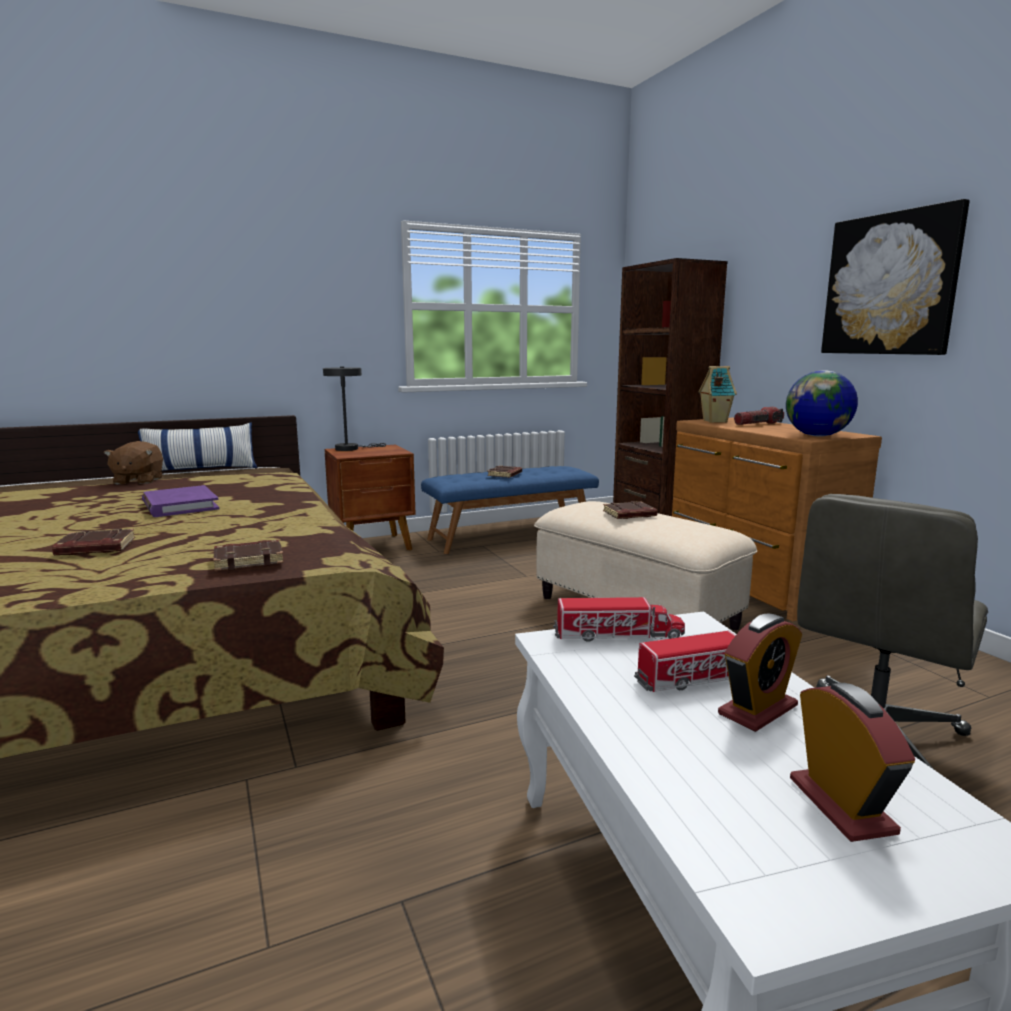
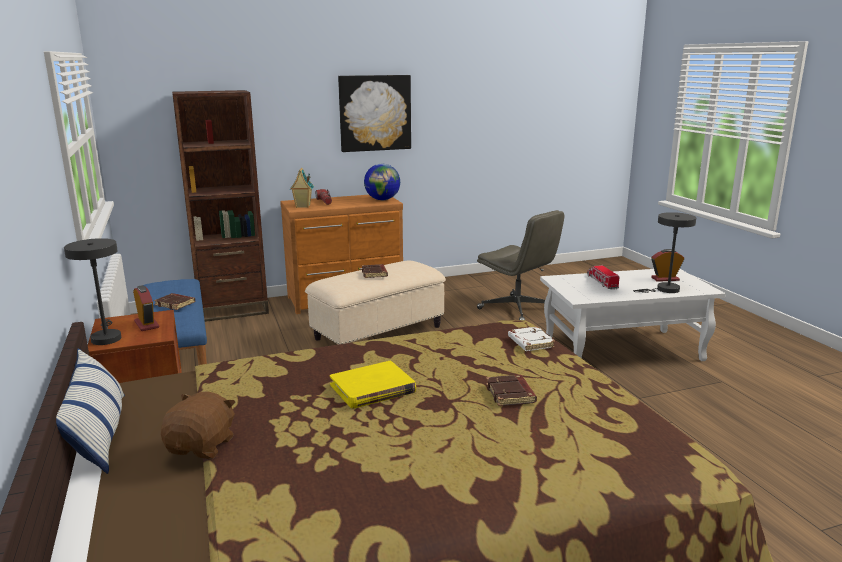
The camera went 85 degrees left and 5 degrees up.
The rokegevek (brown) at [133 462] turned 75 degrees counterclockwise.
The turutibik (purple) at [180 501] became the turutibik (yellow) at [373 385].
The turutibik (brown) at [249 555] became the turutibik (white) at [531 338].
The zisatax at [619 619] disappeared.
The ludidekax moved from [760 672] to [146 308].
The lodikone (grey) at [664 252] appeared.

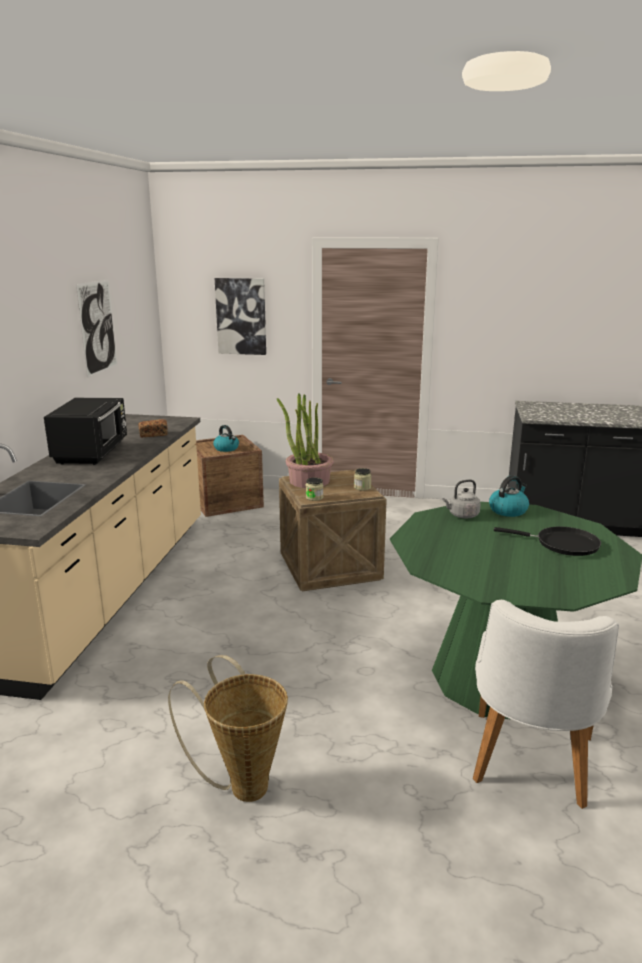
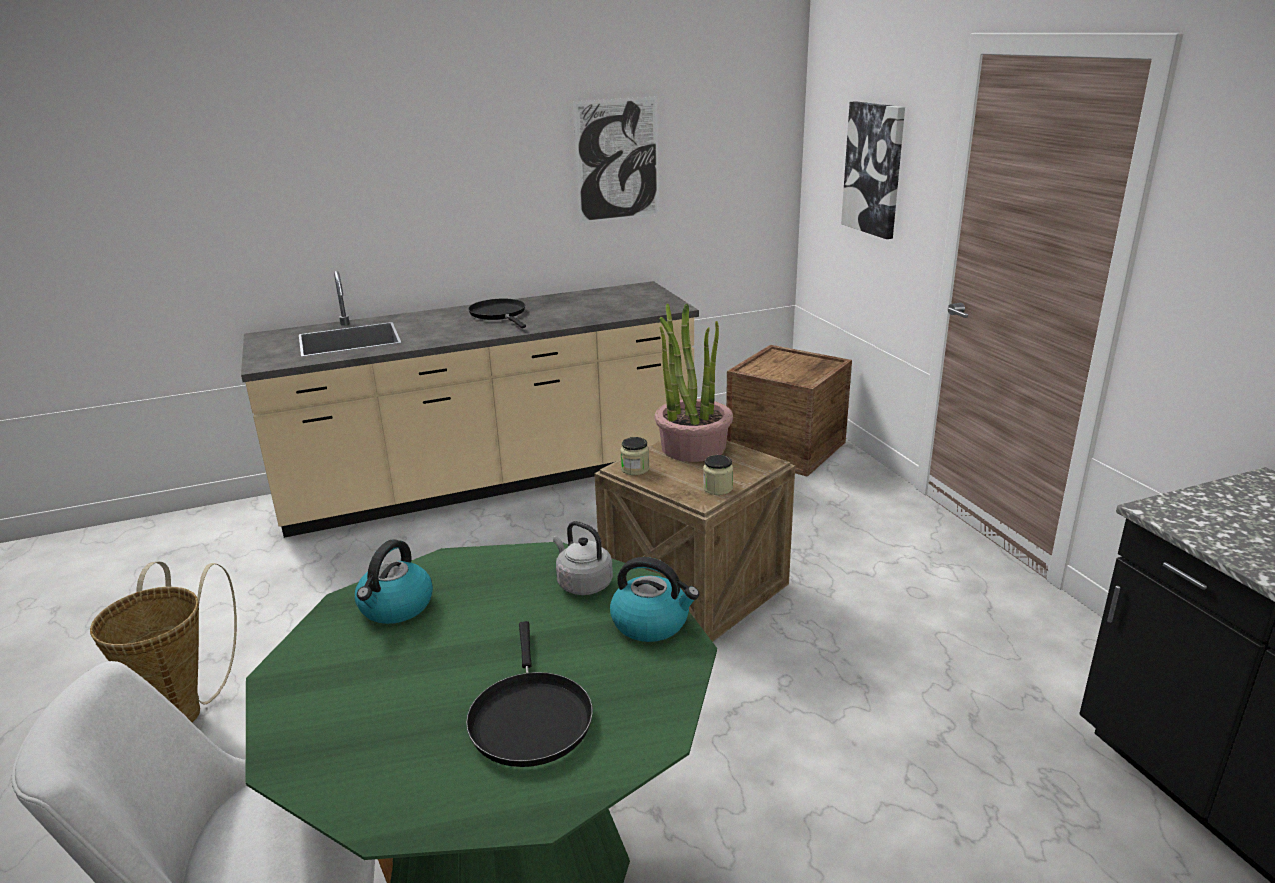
The camera went 60 degrees right and 5 degrees up.
The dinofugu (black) at [85 431] was replaced by the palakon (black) at [497 313].
The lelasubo at [153 428] disappeared.
The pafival moved from [226 438] to [394 581].

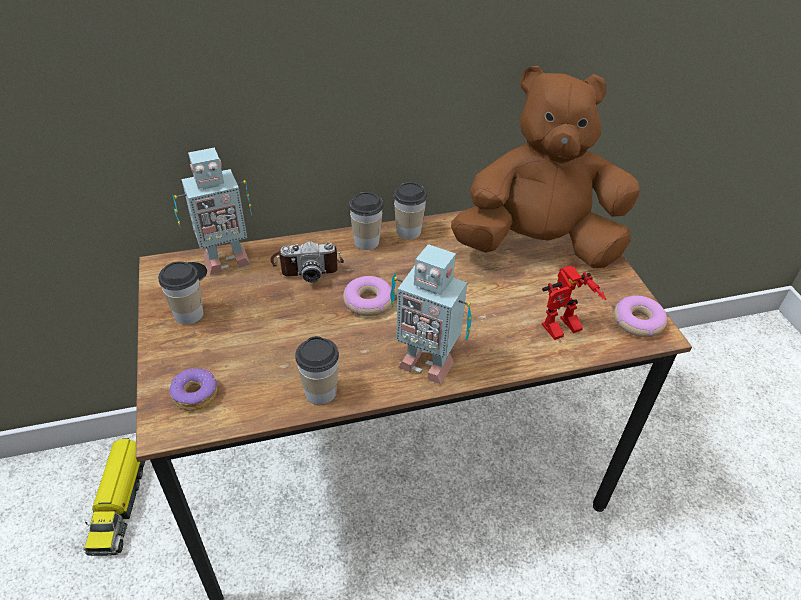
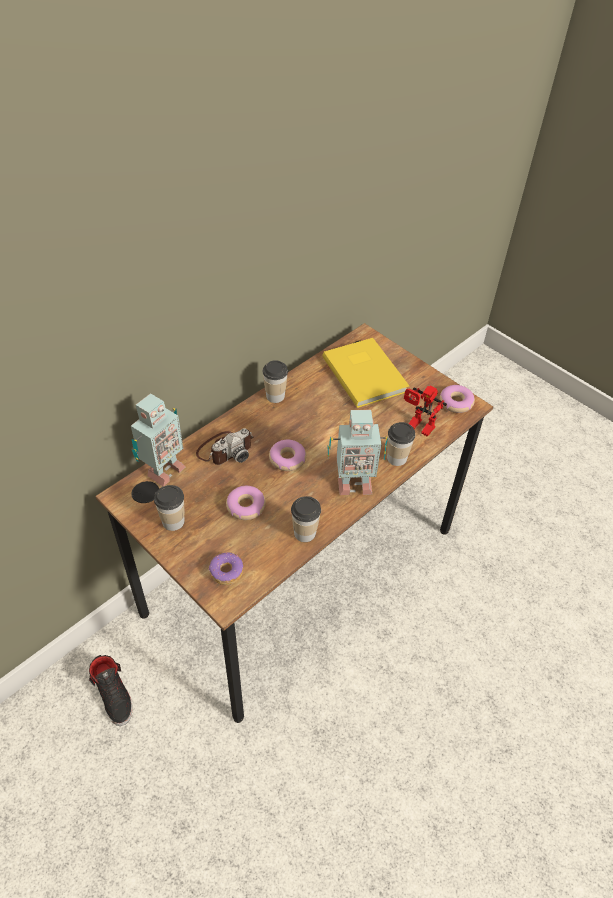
The camera went 30 degrees left and 5 degrees up.
The zisatax at [114 497] was replaced by the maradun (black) at [110 690].
The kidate moved from [366 221] to [401 444].
The rokegevek (brown) at [545 167] was replaced by the turutibik (yellow) at [366 373].
The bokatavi at [574 303] turned 90 degrees clockwise.
The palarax at [246 503] appeared.

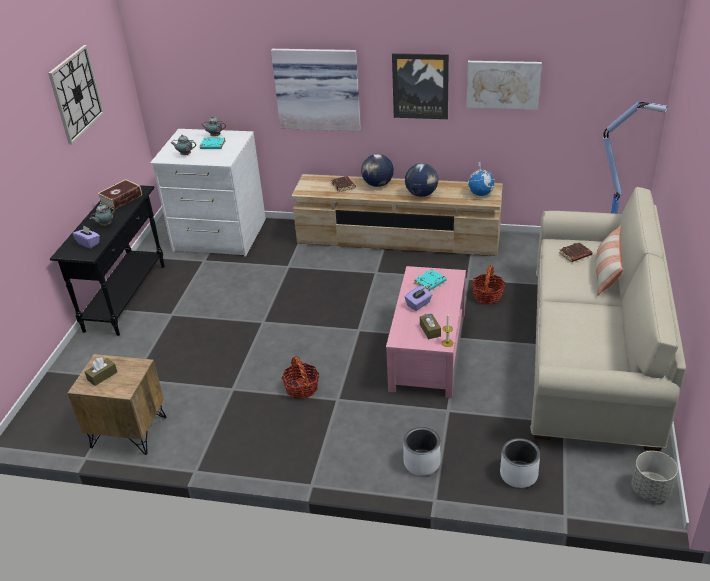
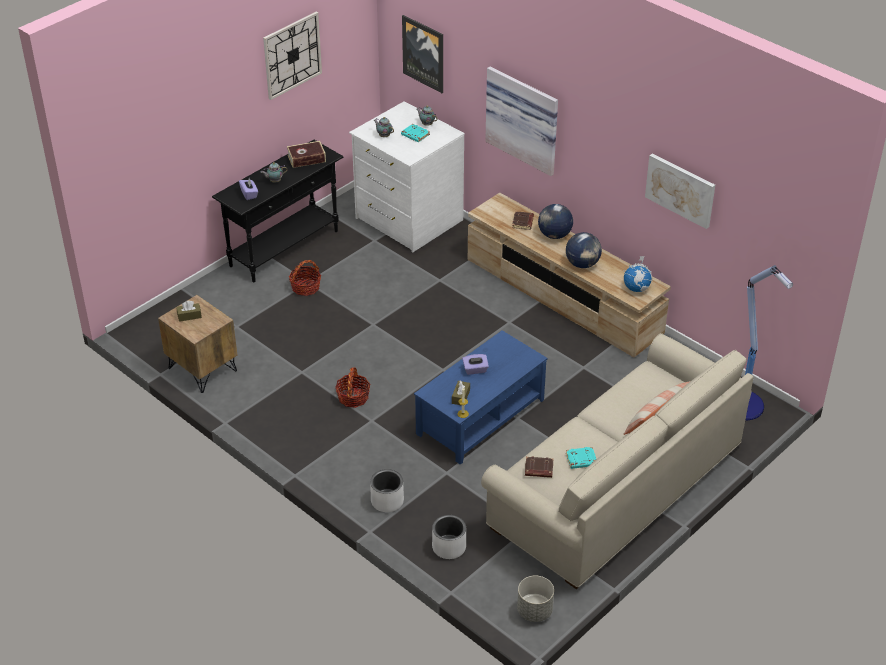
The camera went 30 degrees right and 5 degrees up.
The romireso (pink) at [426 332] became the romireso (blue) at [480 397].
The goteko moved from [420 86] to [422 54].
The turutibik (turquoise) moved from [431 280] to [581 458].
The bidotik moved from [488 284] to [305 278].
The turutibik (brown) moved from [576 252] to [539 467].

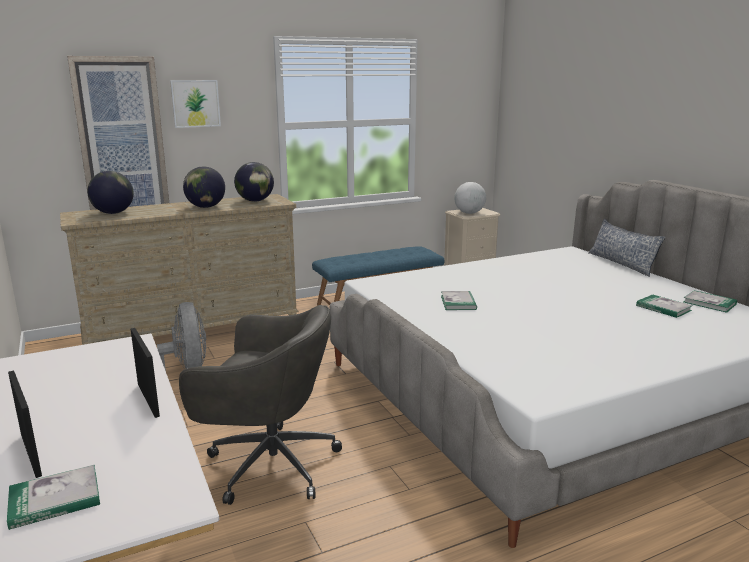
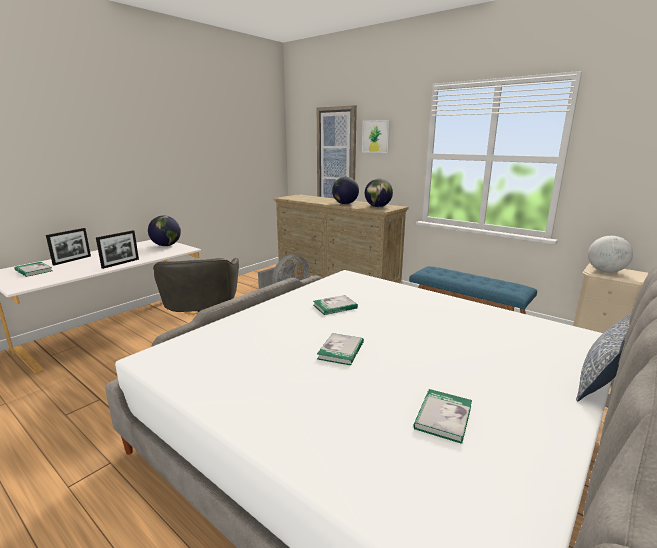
The camera went 65 degrees right and 0 degrees up.
The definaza moved from [110 192] to [164 231].
The turutibik moved from [710 301] to [340 349].

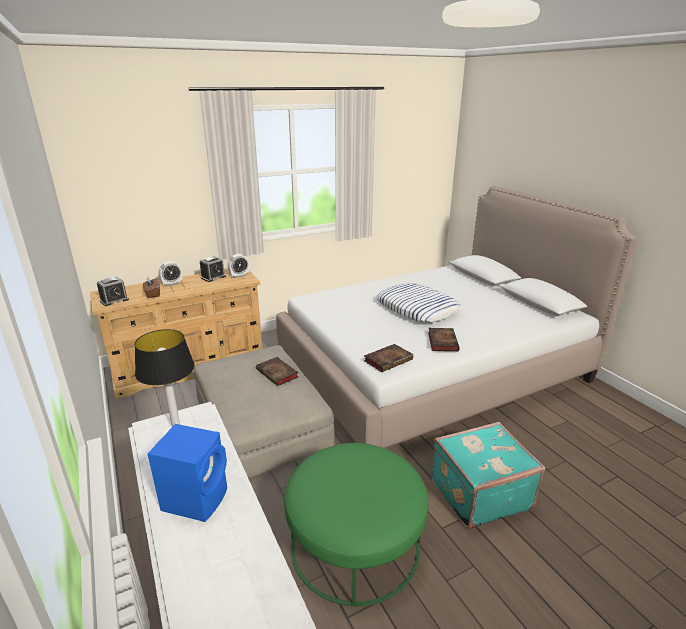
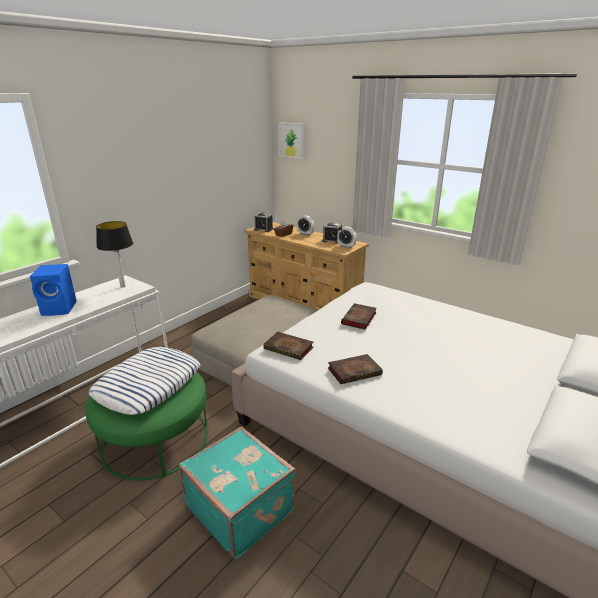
The camera went 65 degrees right and 0 degrees up.
The turutibik moved from [277 371] to [359 316].
The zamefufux moved from [418 303] to [145 381].
The goteko at [291 140] appeared.

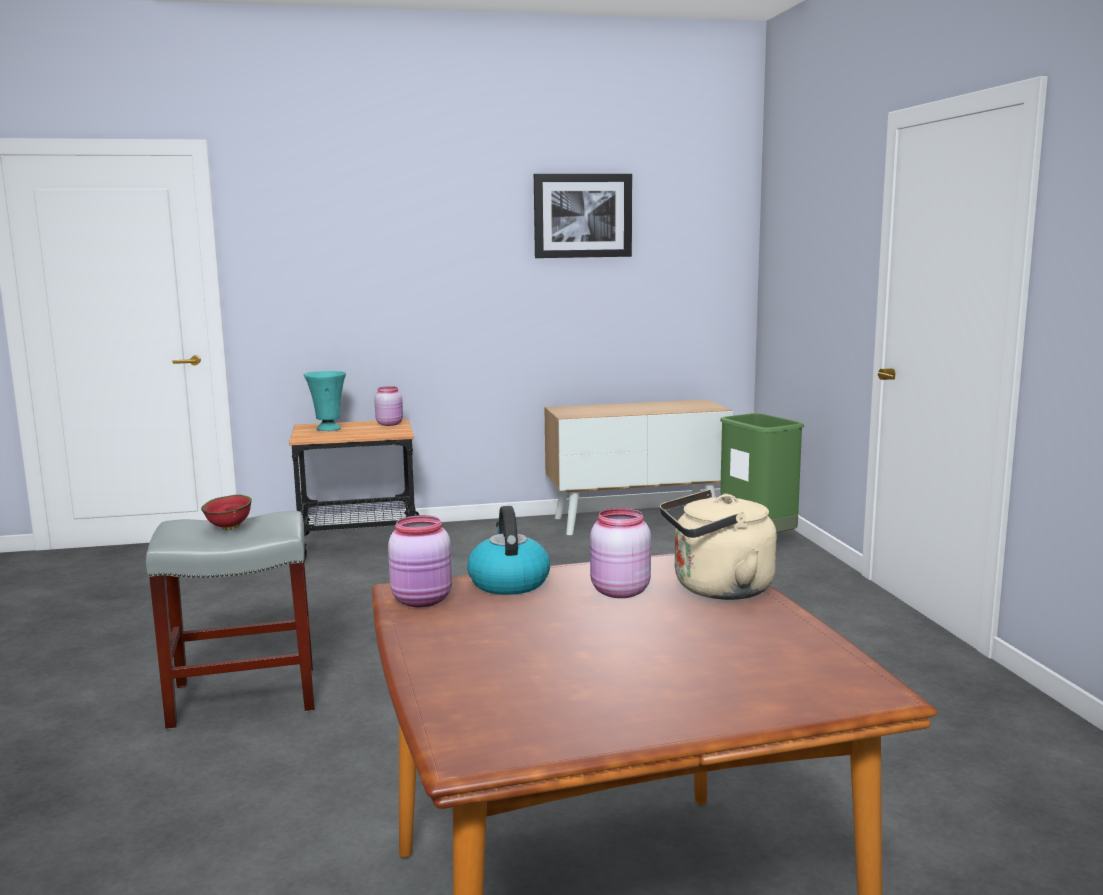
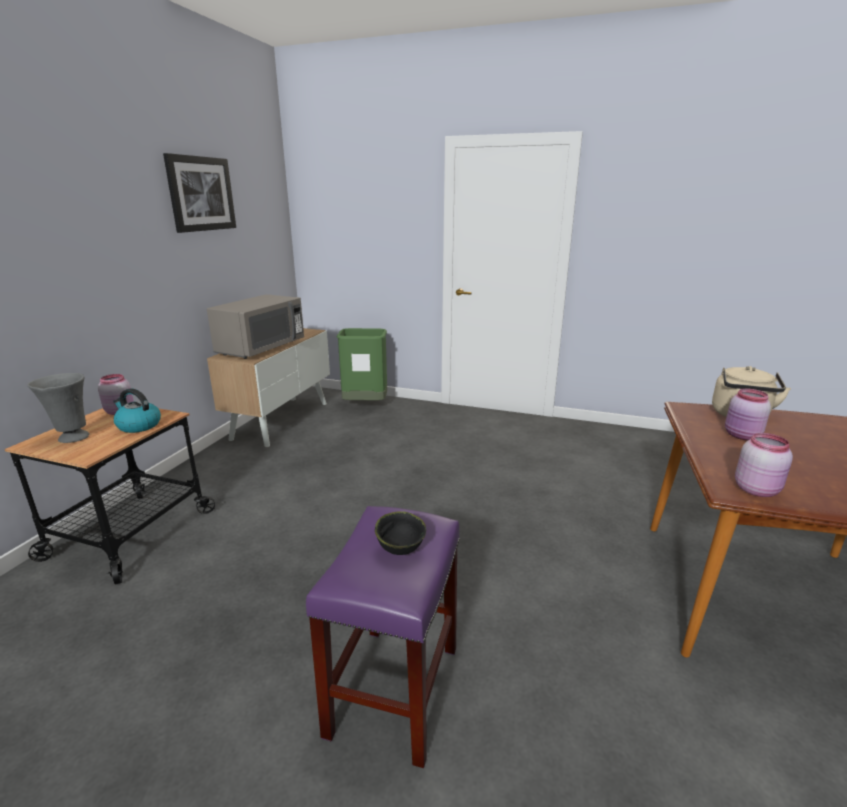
The camera went 60 degrees left and 10 degrees up.
The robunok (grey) at [230 620] became the robunok (purple) at [383 637].
The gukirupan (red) at [226 512] became the gukirupan (black) at [400 533].
The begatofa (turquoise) at [325 401] became the begatofa (grey) at [58 408].
The pafival moved from [508 550] to [137 410].
The dinofugu (grey) at [255 326] appeared.

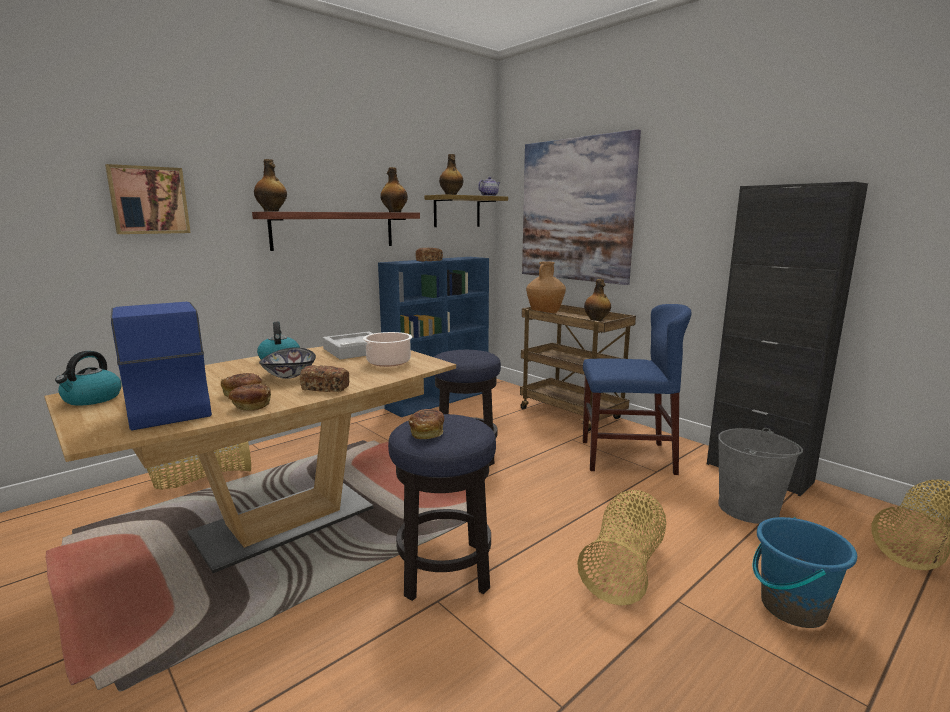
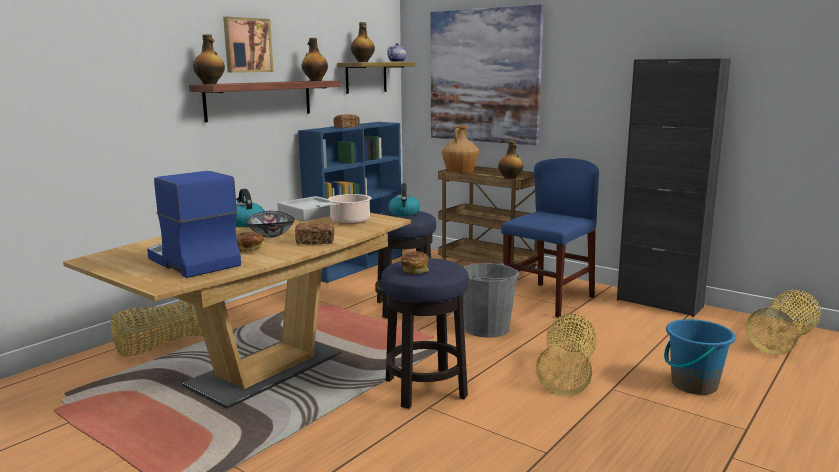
The camera went 10 degrees left and 0 degrees up.
The pafival moved from [88 378] to [404 199].
The goteko moved from [148 199] to [248 45].
The lelasubo at [249 397] disappeared.
The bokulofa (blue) at [637 389] turned 45 degrees counterclockwise.
The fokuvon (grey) moved from [760 476] to [491 299].

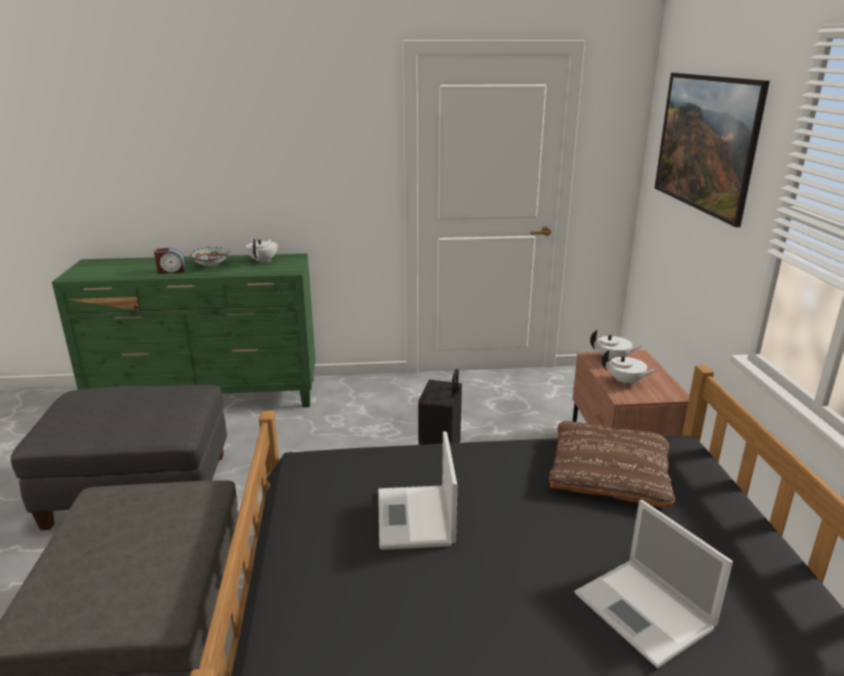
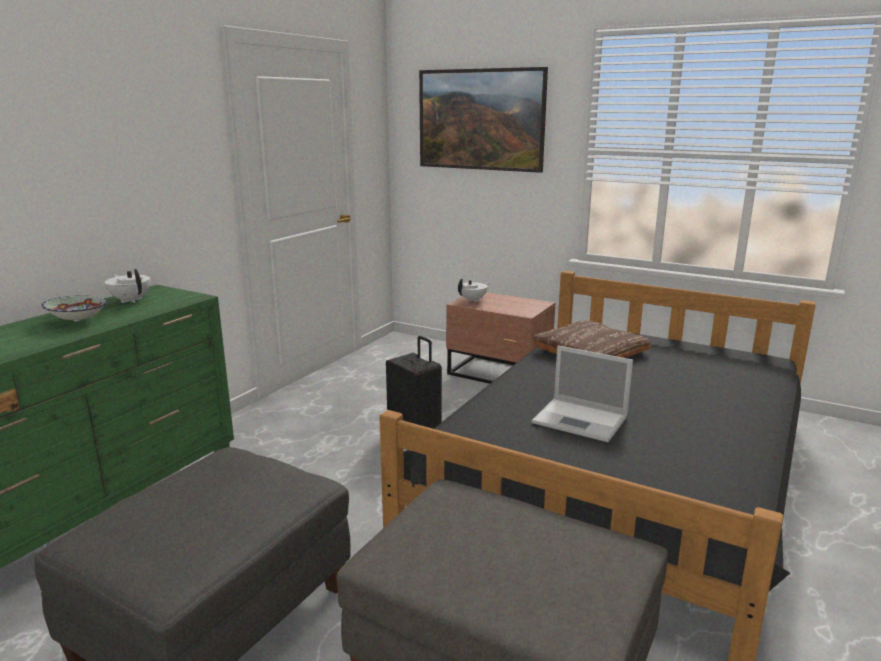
The camera went 55 degrees left and 5 degrees down.
The ludidekax at [169 261] disappeared.
The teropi at [654 584] disappeared.
The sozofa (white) at [630 368] disappeared.

